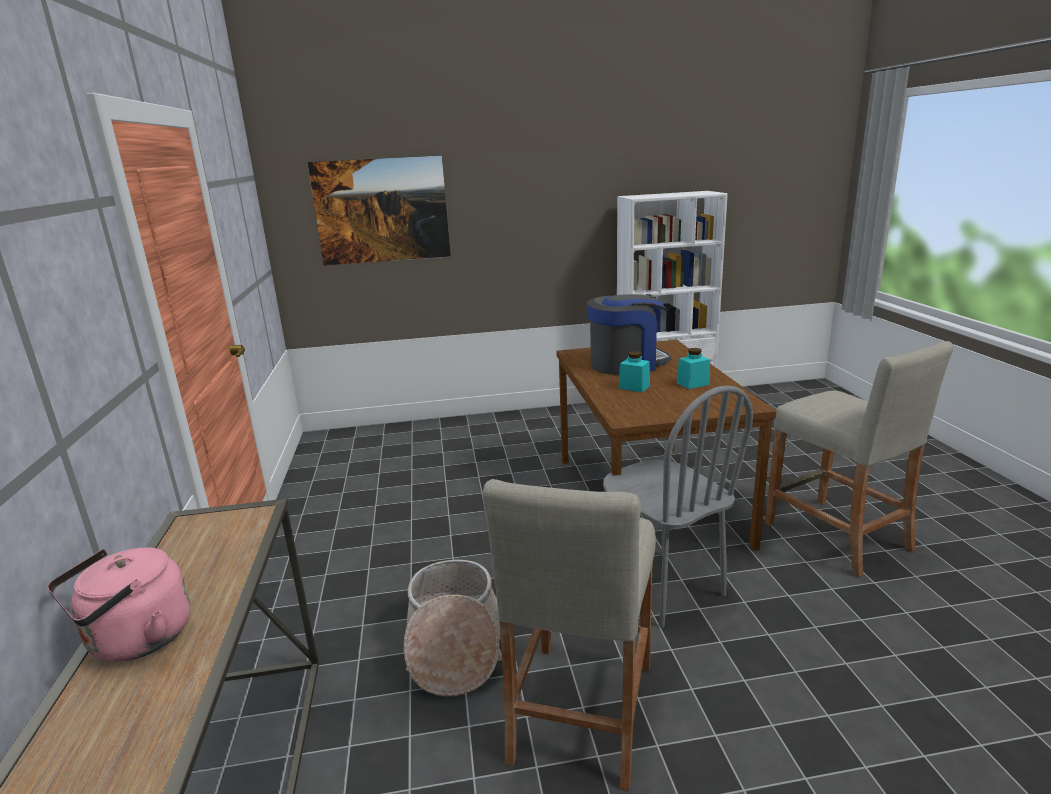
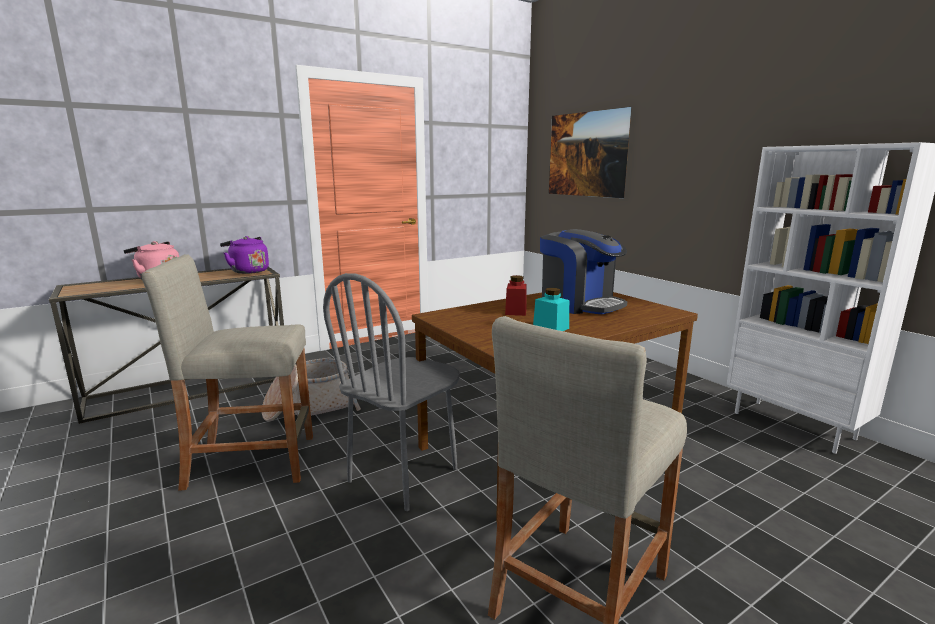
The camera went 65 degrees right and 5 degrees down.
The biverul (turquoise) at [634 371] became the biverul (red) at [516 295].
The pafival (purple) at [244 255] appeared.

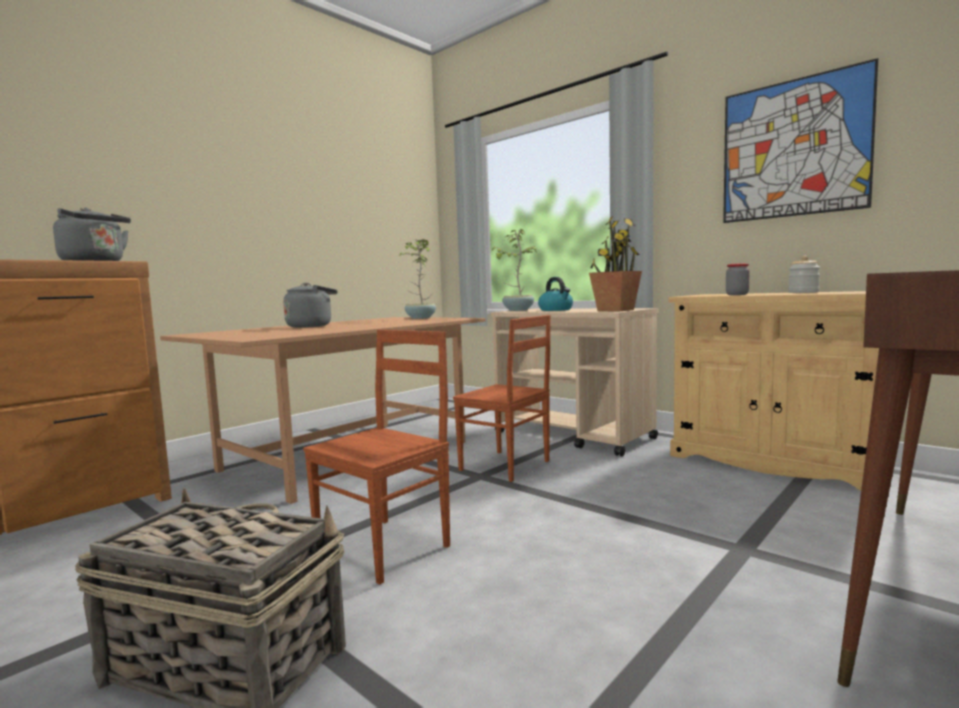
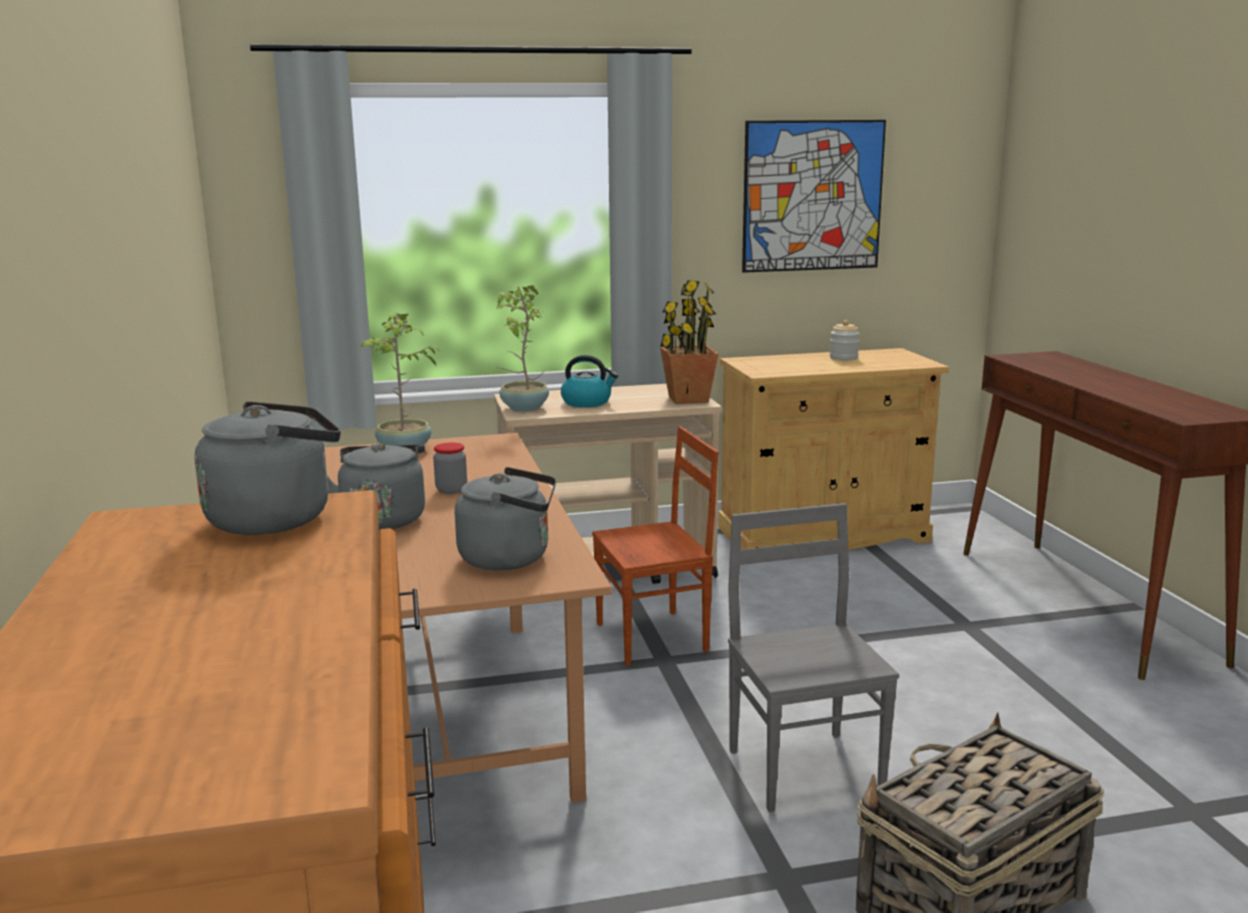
The camera went 55 degrees left and 10 degrees up.
The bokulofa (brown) at [376 457] became the bokulofa (grey) at [813 657].
The biverul moved from [738 279] to [450 468].
The pafival (grey) at [505 518] appeared.

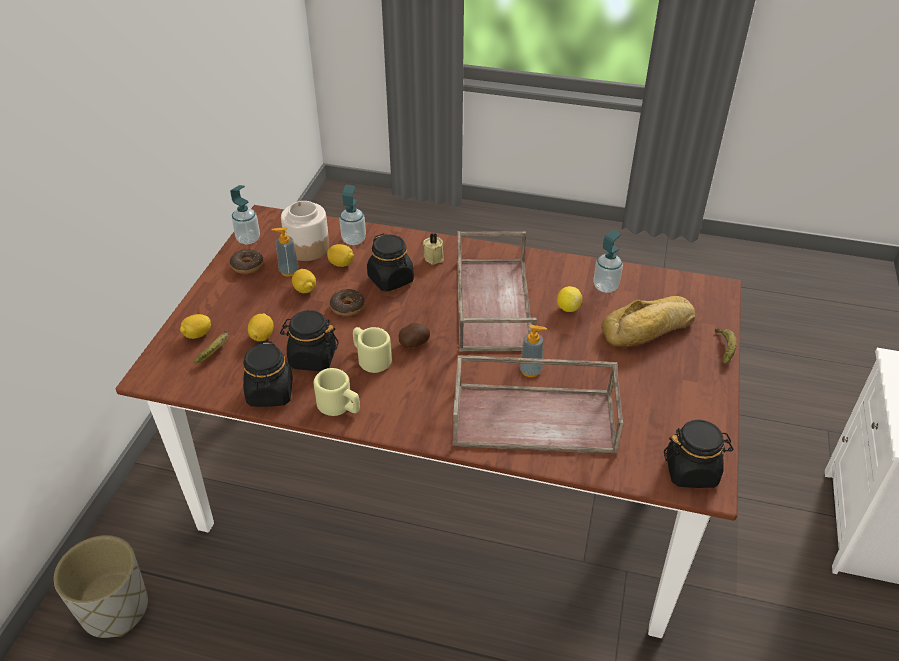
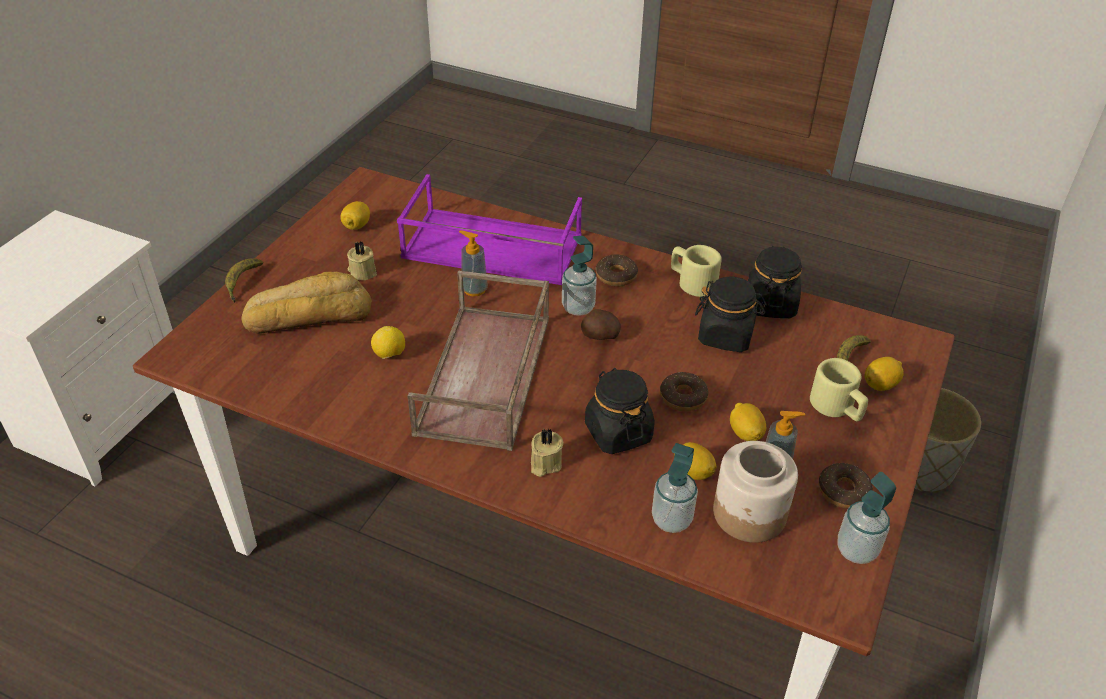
The camera went 170 degrees left and 0 degrees up.
The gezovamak moved from [260 327] to [355 215].
The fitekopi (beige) moved from [372 350] to [839 389].
The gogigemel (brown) at [537 404] became the gogigemel (purple) at [489 229].
The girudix moved from [608 261] to [579 276].
The biverul (black) at [699 454] disappeared.
The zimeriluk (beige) at [362 260] appeared.
The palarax at [617 271] appeared.

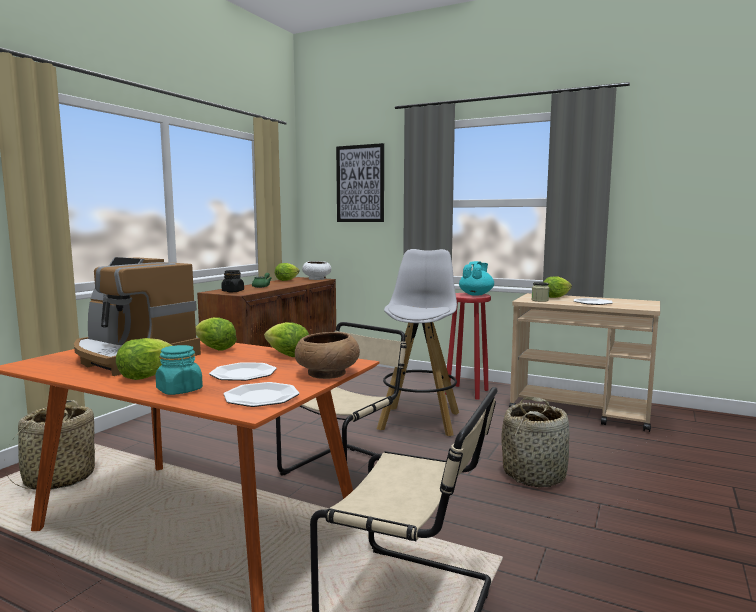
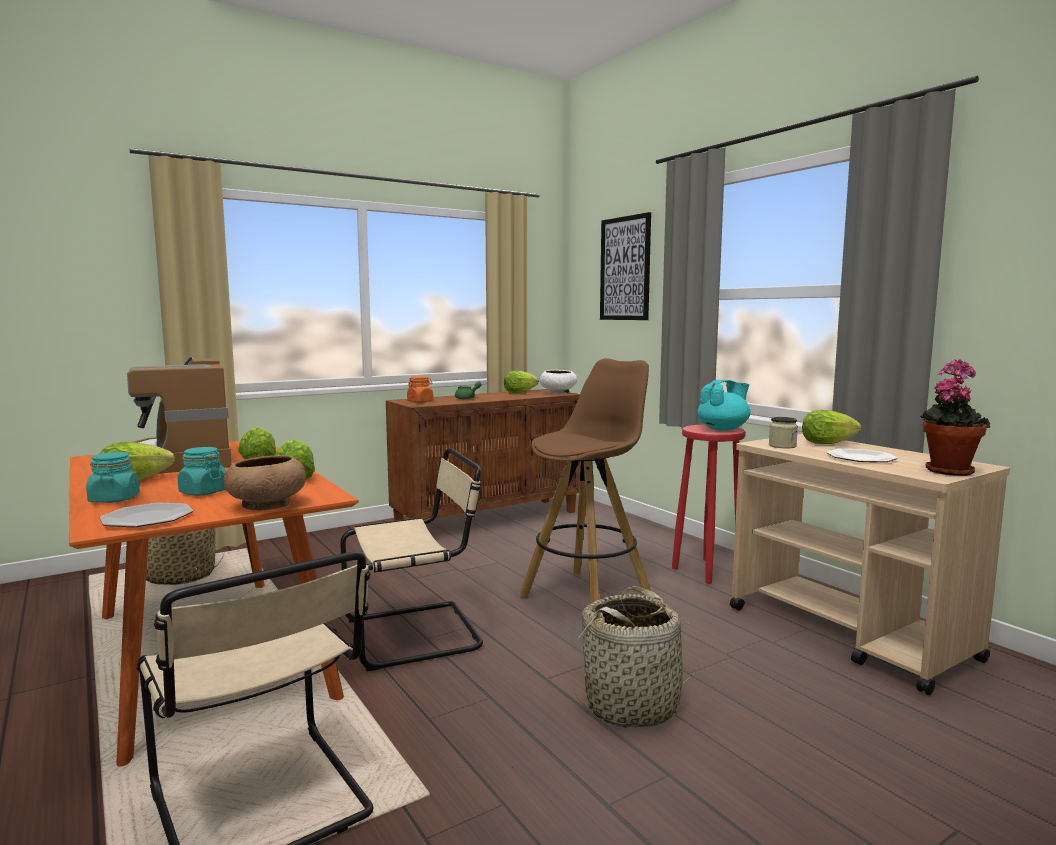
The camera went 30 degrees right and 0 degrees up.
The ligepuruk at [243 371] was replaced by the biverul (turquoise) at [202 471].
The biverul (black) at [232 281] became the biverul (orange) at [420 389].
The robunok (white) at [418 342] became the robunok (brown) at [585 481].
The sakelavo at [955 417] appeared.

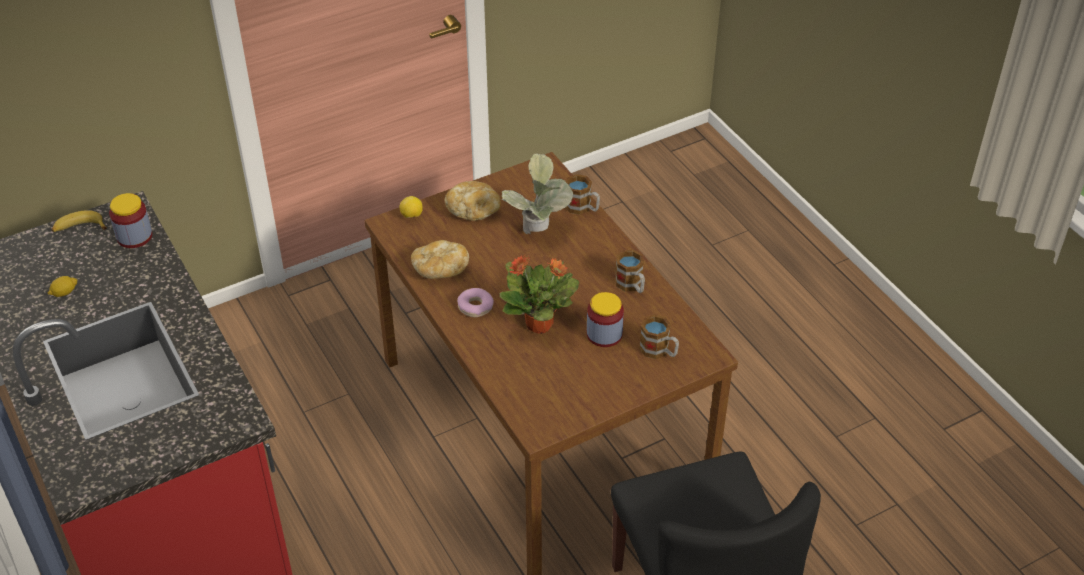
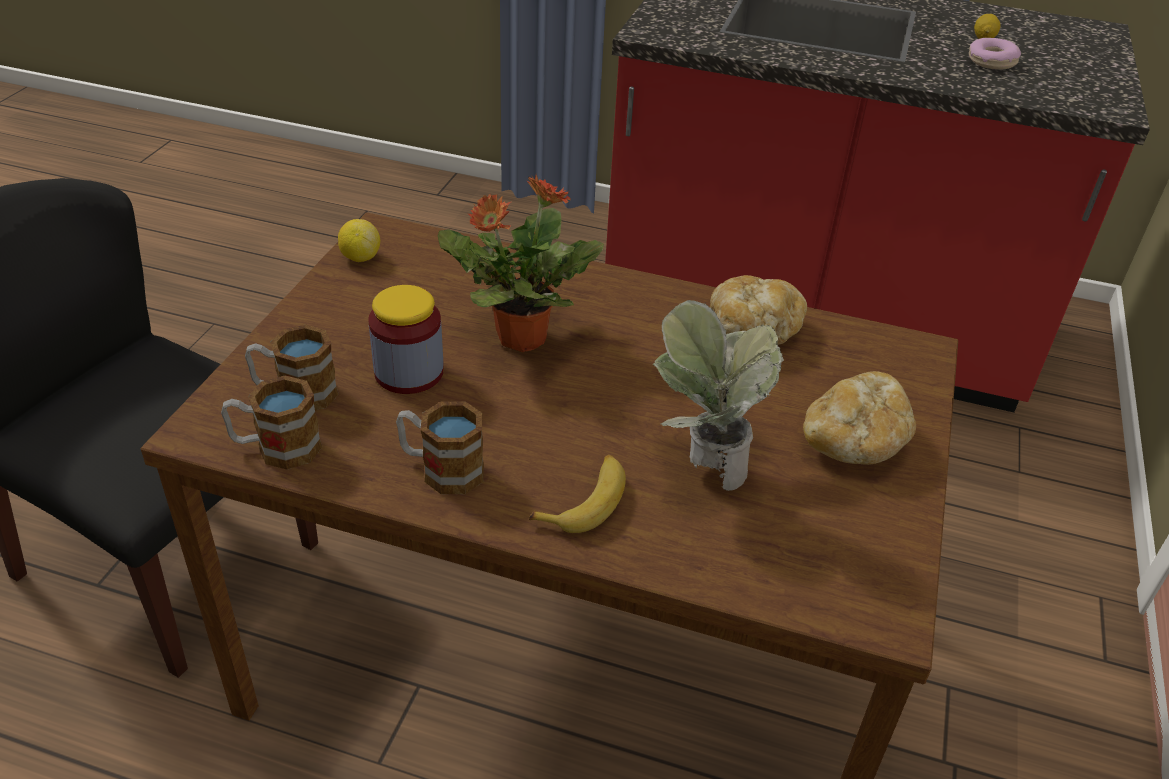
The camera went 135 degrees right and 5 degrees down.
The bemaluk moved from [79 221] to [577 494].
The biverul at [130 220] disappeared.
The gezovamak moved from [411 207] to [359 240].
The palarax moved from [475 302] to [995 54].
The fitekopi moved from [582 194] to [271 423].

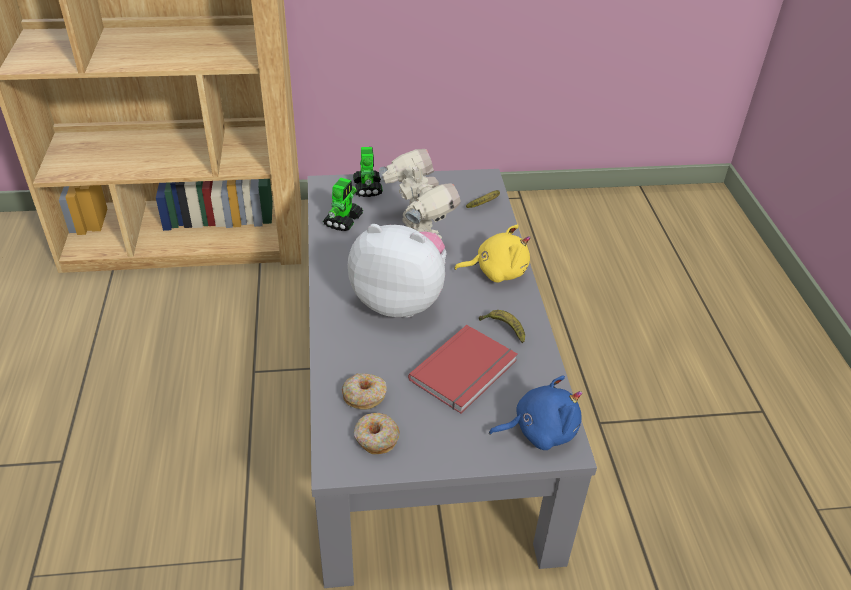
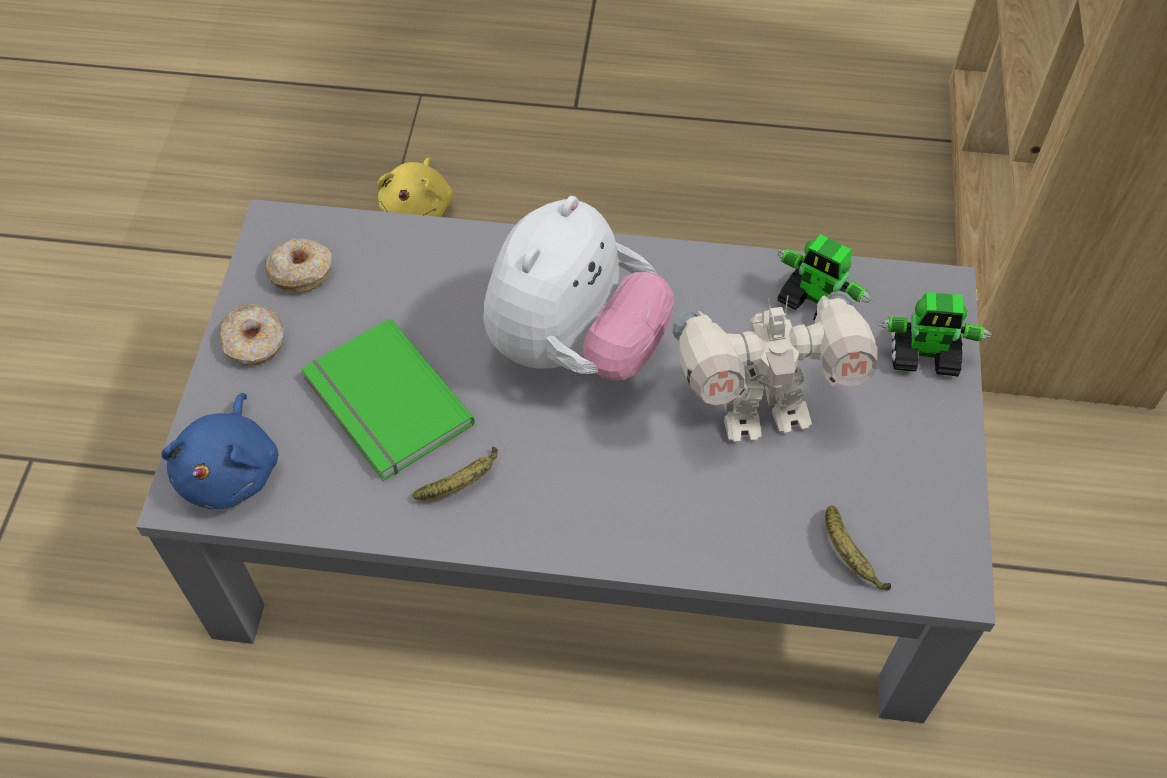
The camera went 105 degrees right and 15 degrees up.
The palarax moved from [364 391] to [251 335].
The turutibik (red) at [463 369] became the turutibik (green) at [388 399].
The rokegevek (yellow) moved from [492 254] to [415 187].

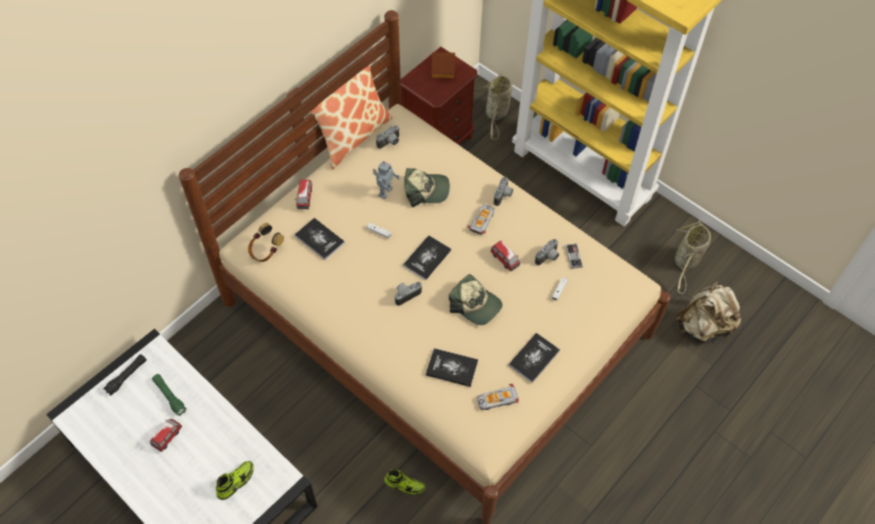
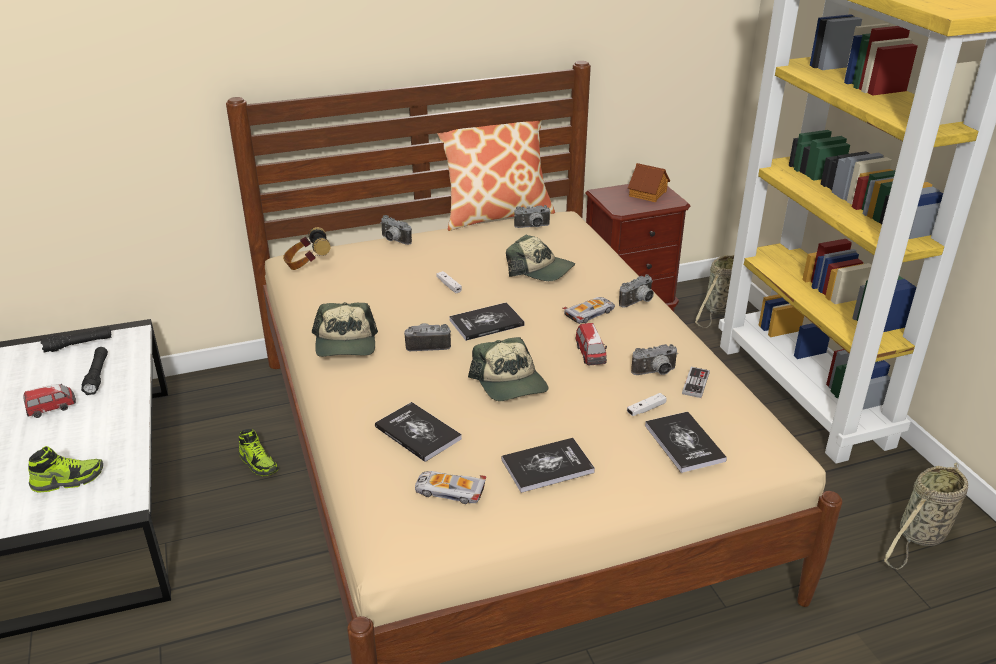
The camera went 30 degrees right and 25 degrees down.
The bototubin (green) at [169 395] became the bototubin (black) at [94 371].
The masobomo at [303 194] was replaced by the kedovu at [396 230].
The turutibik moved from [320 239] to [686 442].
The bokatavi at [386 180] disappeared.
The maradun moved from [405 482] to [259 452].
The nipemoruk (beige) at [708 312] disappeared.
The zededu at [345 329] appeared.

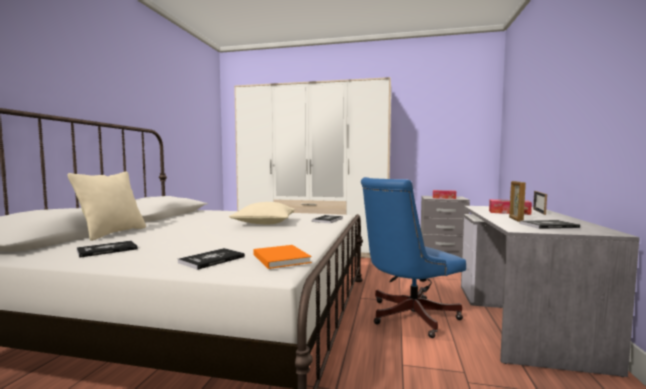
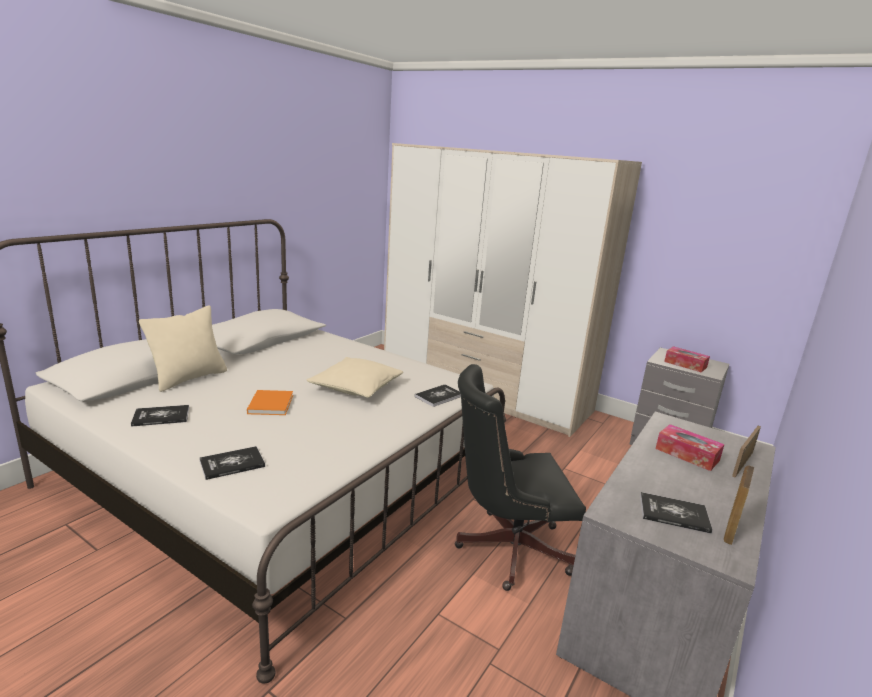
The camera went 20 degrees right and 15 degrees up.
The turutibik (orange) moved from [283 257] to [270 402].
The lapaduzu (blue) at [413 257] became the lapaduzu (black) at [520 477].
The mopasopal moved from [517 201] to [739 505].

